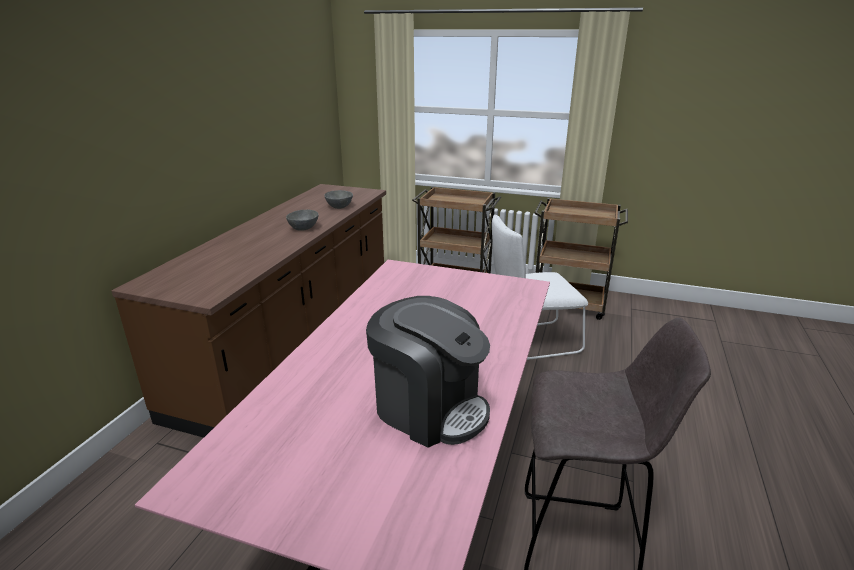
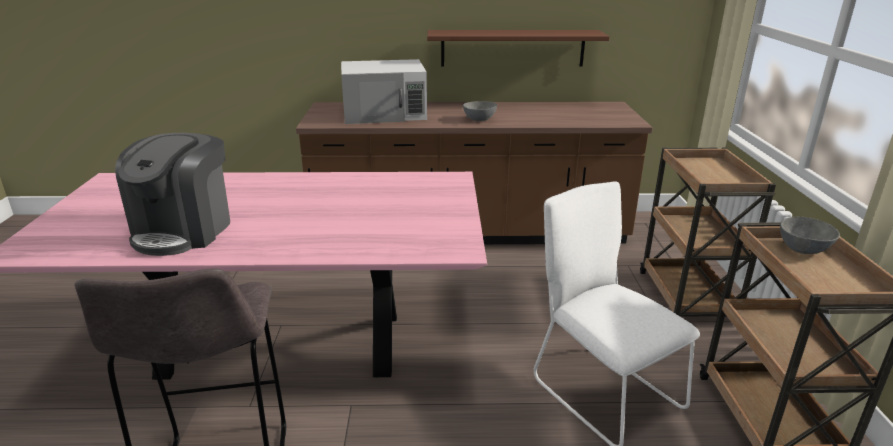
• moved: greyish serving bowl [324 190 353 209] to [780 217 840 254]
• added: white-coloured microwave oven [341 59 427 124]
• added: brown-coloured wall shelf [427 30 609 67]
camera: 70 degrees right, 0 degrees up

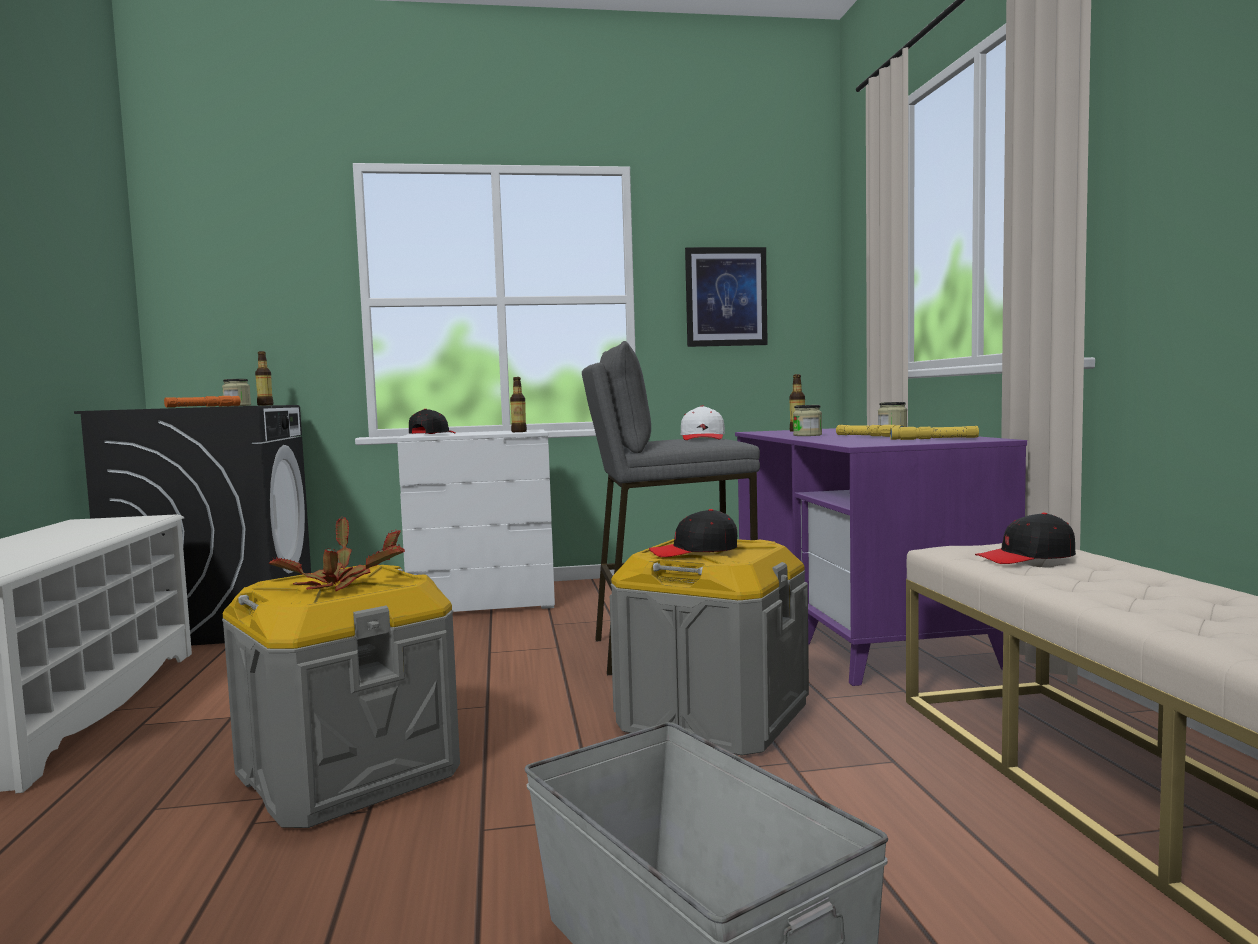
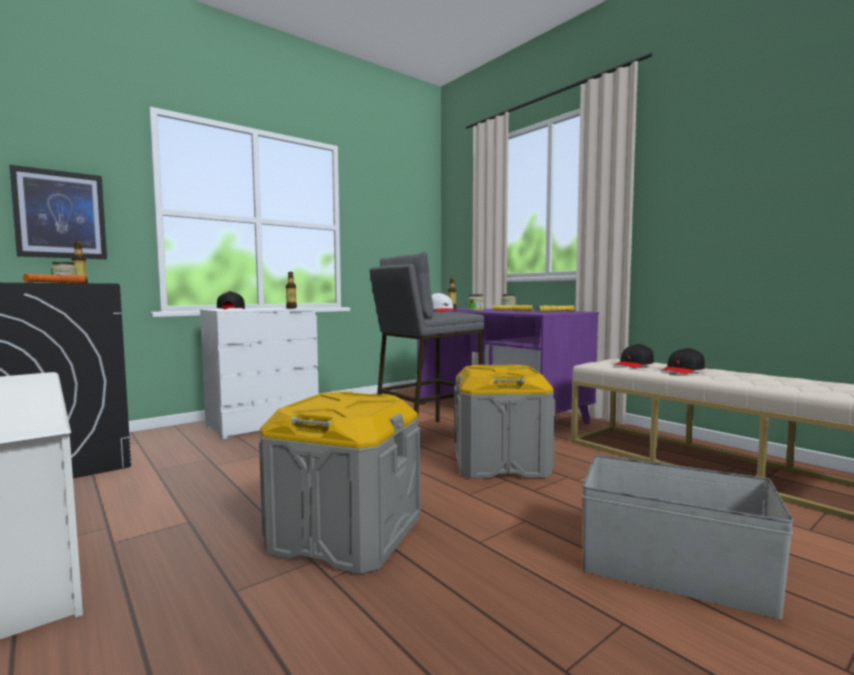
• removed: houseplant [269 517 405 591]
• moved: blackish cap [649 509 737 557] to [661 347 705 374]
• moved: picture [685 247 768 347] to [9 165 107 259]
camera: 30 degrees left, 0 degrees up

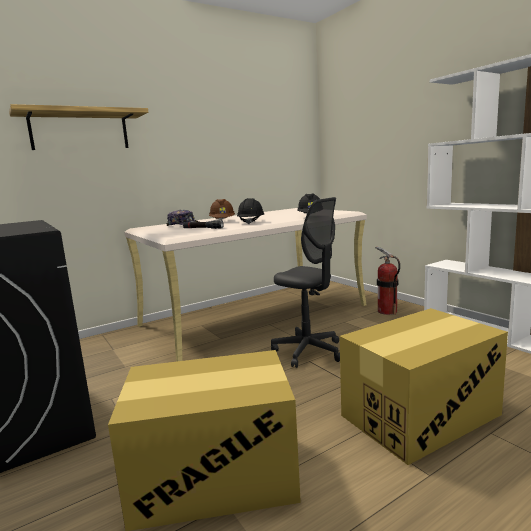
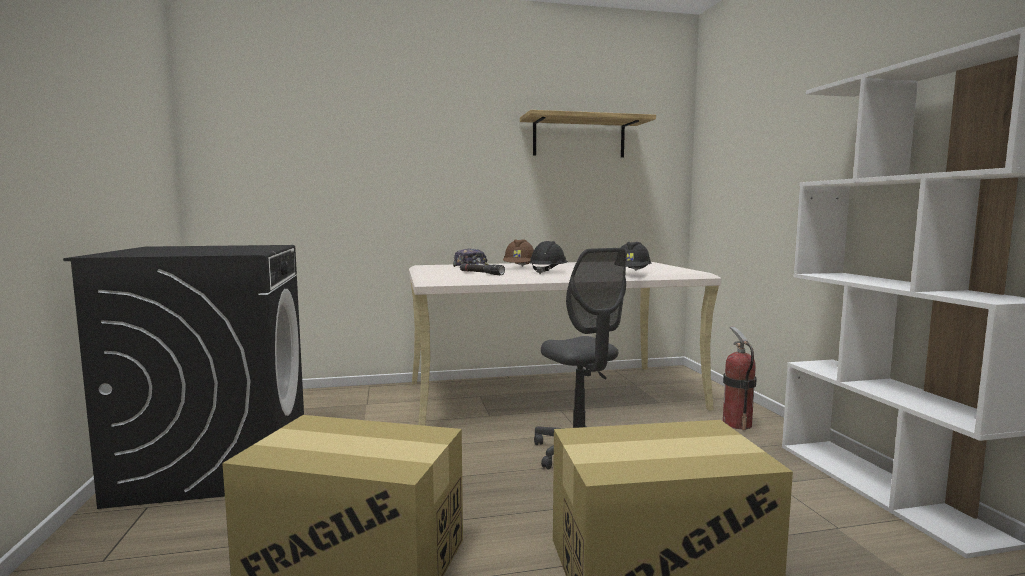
• moved: wall shelf [9 104 148 150] to [520 110 656 157]
camera: 20 degrees right, 5 degrees down

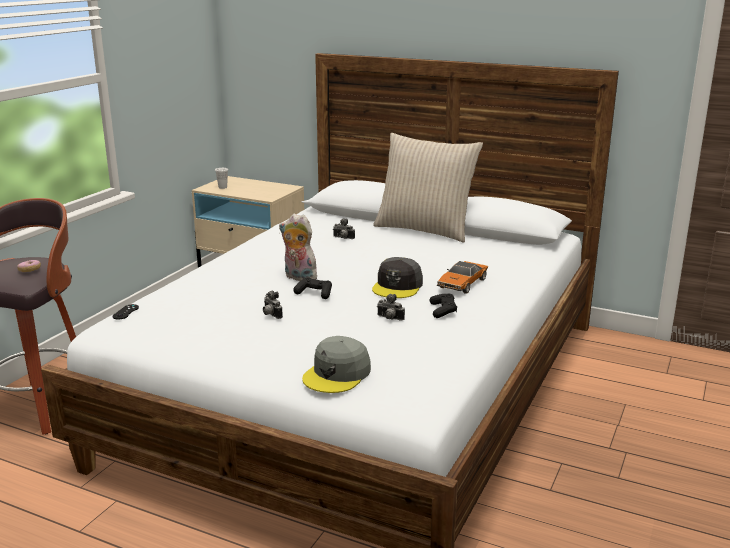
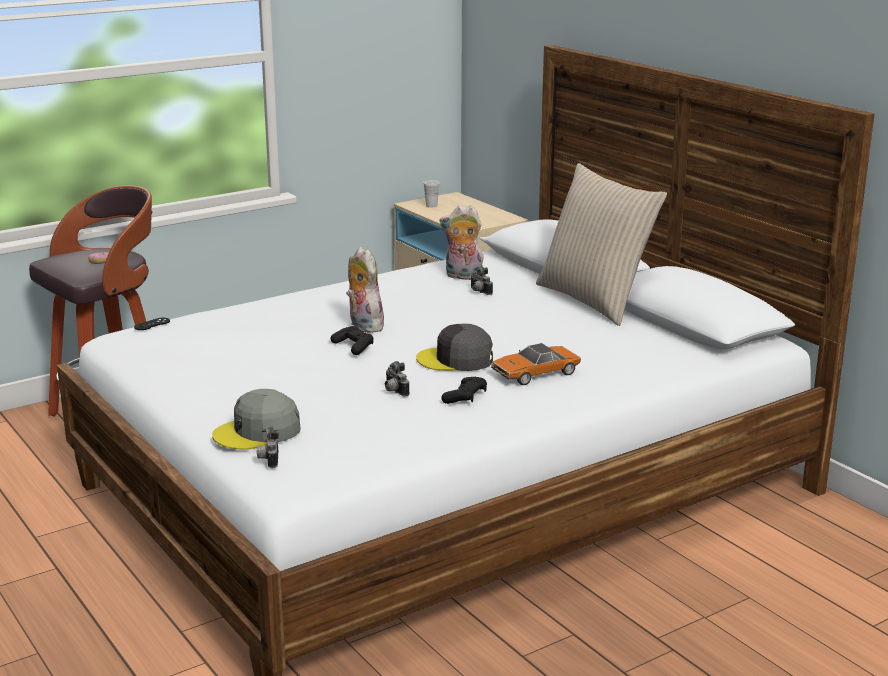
• moved: photo camera [263 291 283 319] to [257 427 279 468]
• turned: greyish cap [372 257 423 298] = [416 323 493 371] 45 degrees clockwise
• added: soft toy [440 205 483 280]
camera: 30 degrees right, 0 degrees up

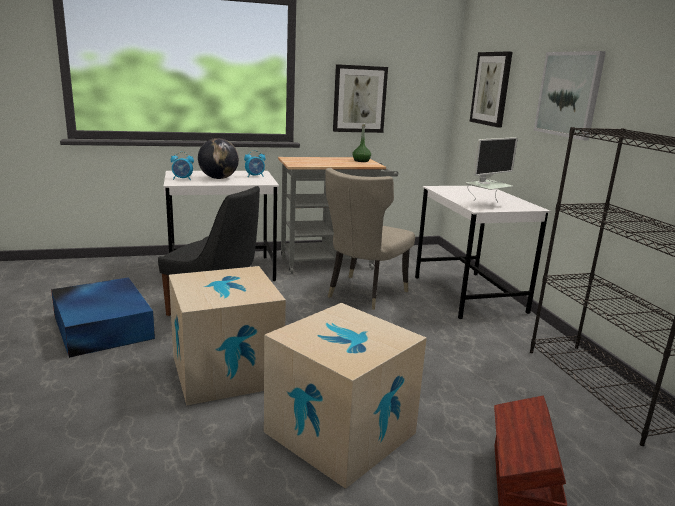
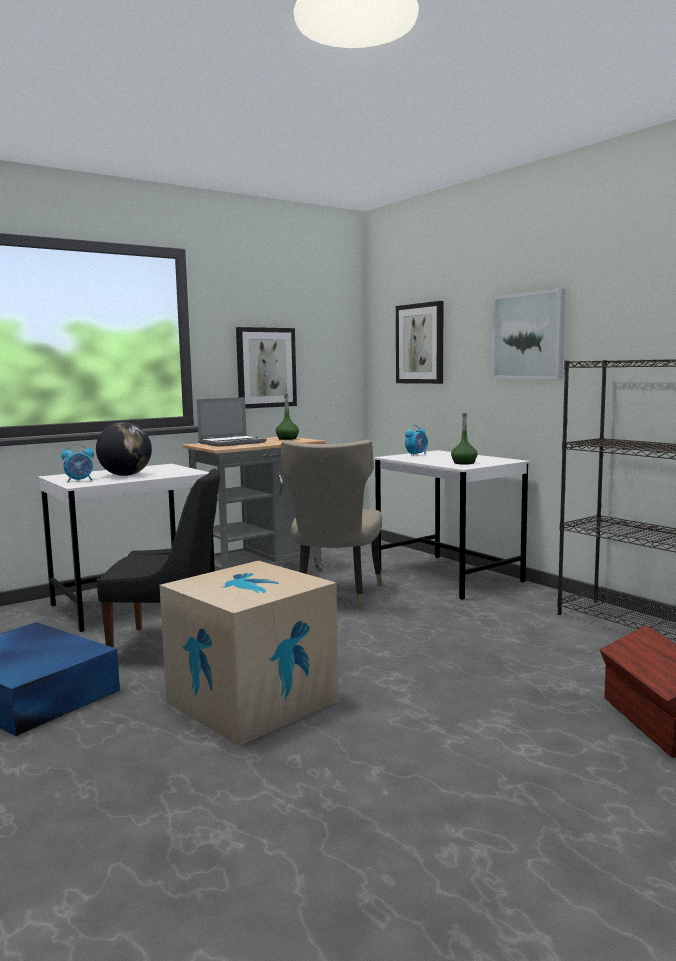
• moved: table clock [244 150 266 177] to [405 425 428 456]
• removed: packing box [264 303 427 489]
• replaced: monitor [466 137 518 202] to greenish drink bottle [451 413 478 465]
• added: notebook computer [197 397 266 447]
camera: 20 degrees left, 10 degrees down

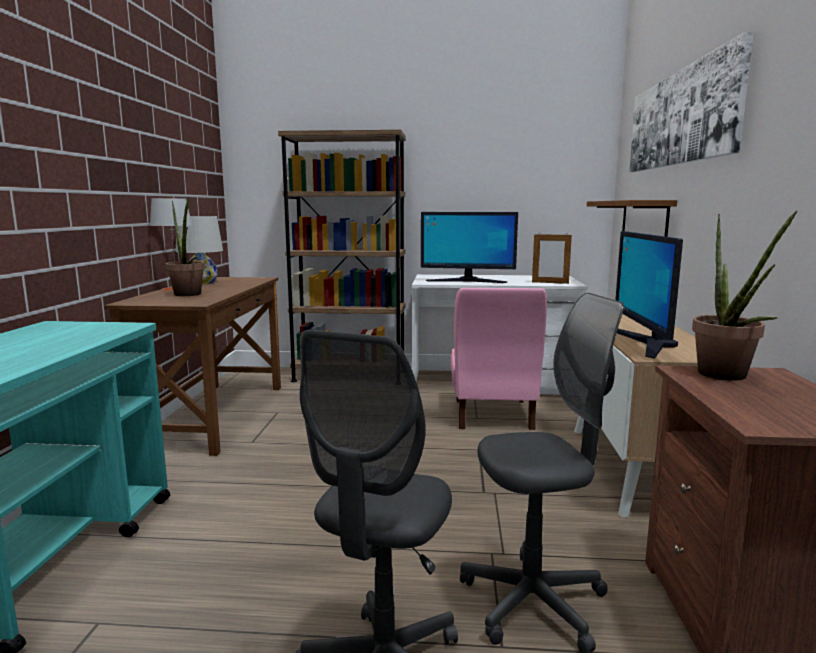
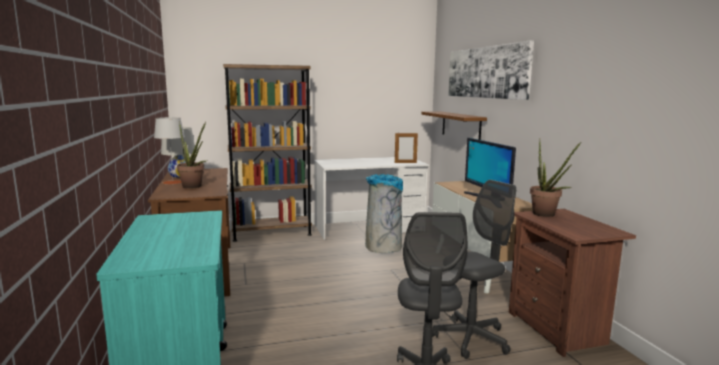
• removed: monitor [421 212 518 283]
• replaced: pink upright chair [450 288 547 430] to greyish rubbish bin [365 174 403 253]
camera: 20 degrees left, 0 degrees up

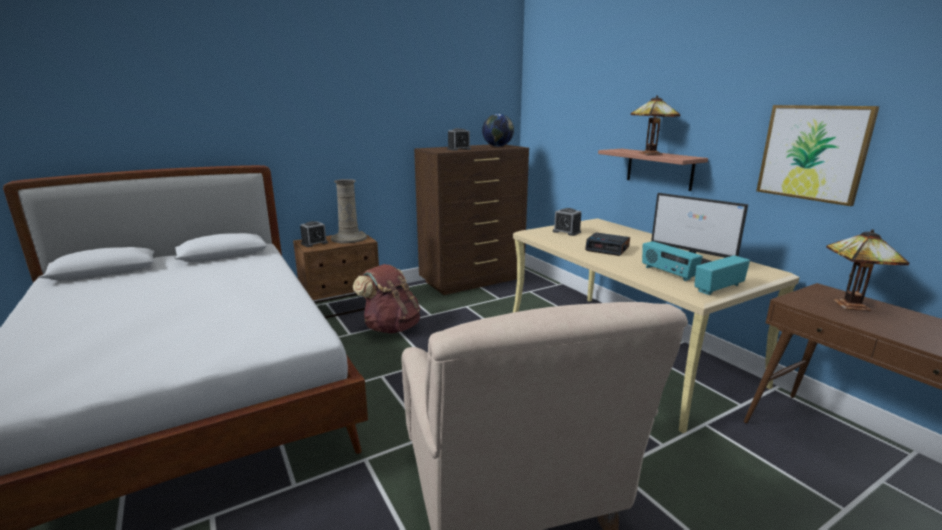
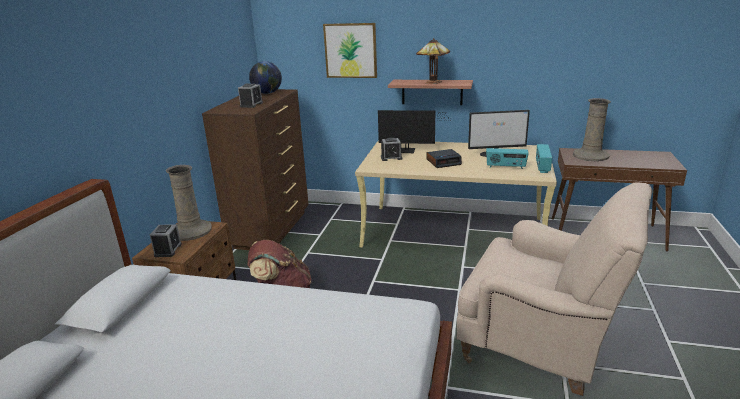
• moved: picture [756 105 880 206] to [323 23 377 78]
• replaced: table lamp [826 229 909 311] to sand-coloured vase [573 98 611 161]
• added: monitor [378 110 451 153]
camera: 45 degrees left, 5 degrees up

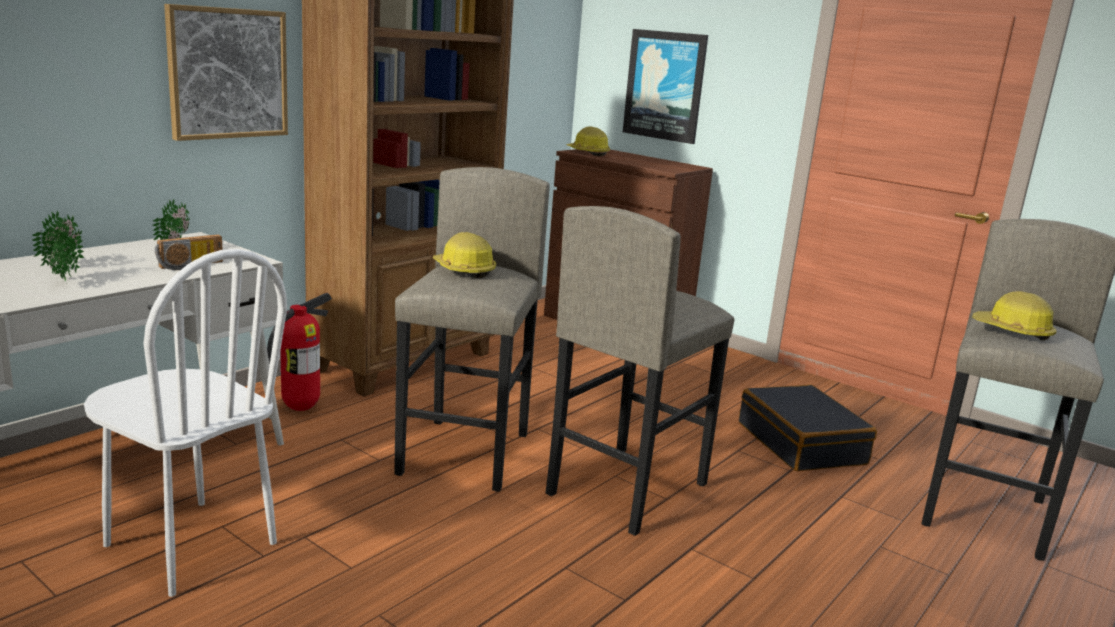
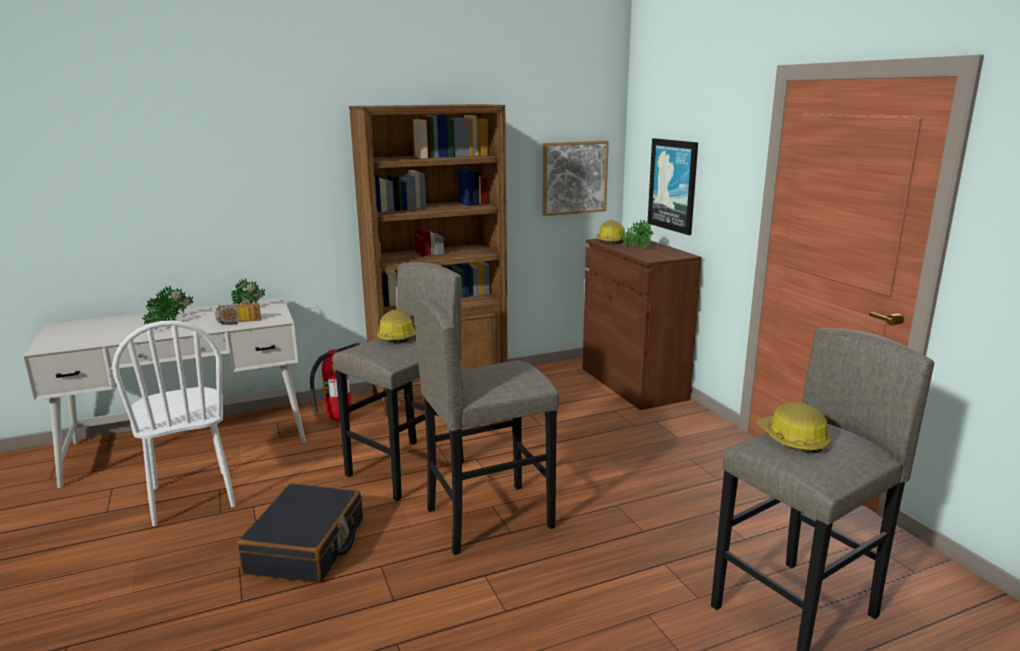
• moved: picture [164 4 288 141] to [543 141 609 216]
• moved: blackish travel case [739 384 877 471] to [237 483 363 583]
• added: houseplant [620 220 653 249]
camera: 30 degrees right, 0 degrees up

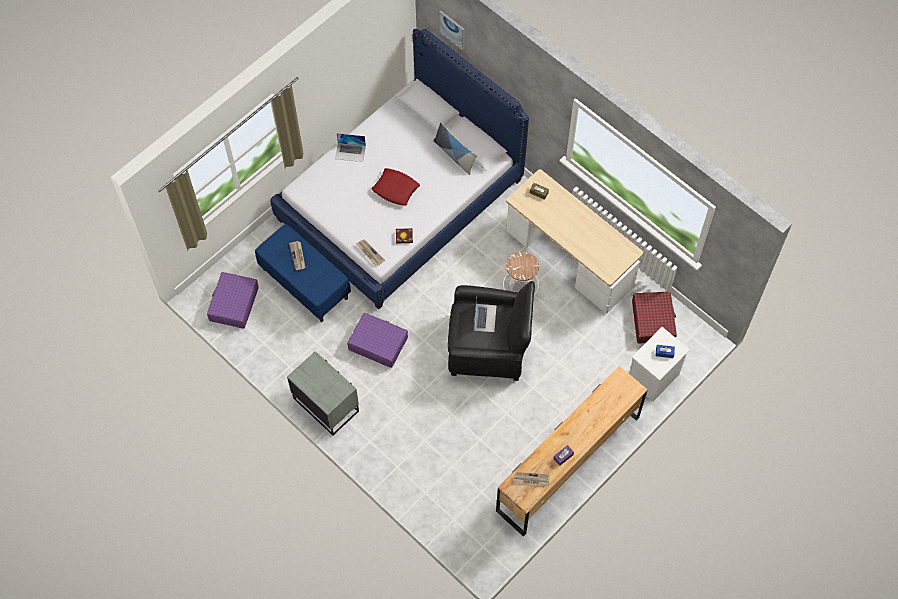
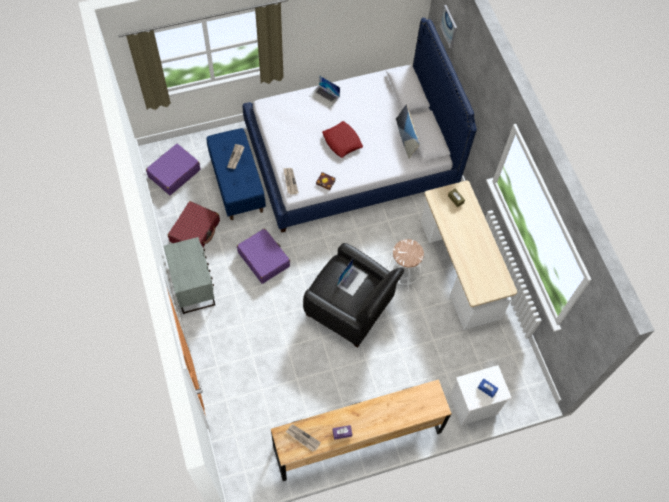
• moved: red-coloured travel case [632 291 677 344] to [168 201 220 247]
camera: 25 degrees right, 0 degrees up

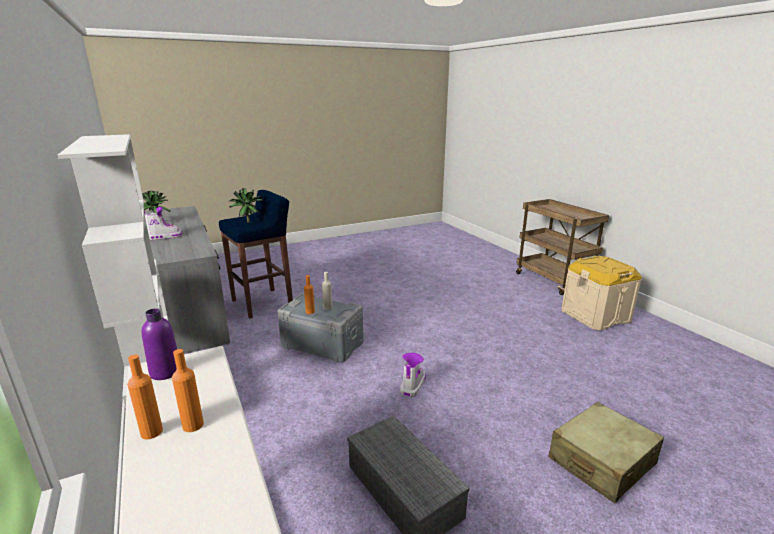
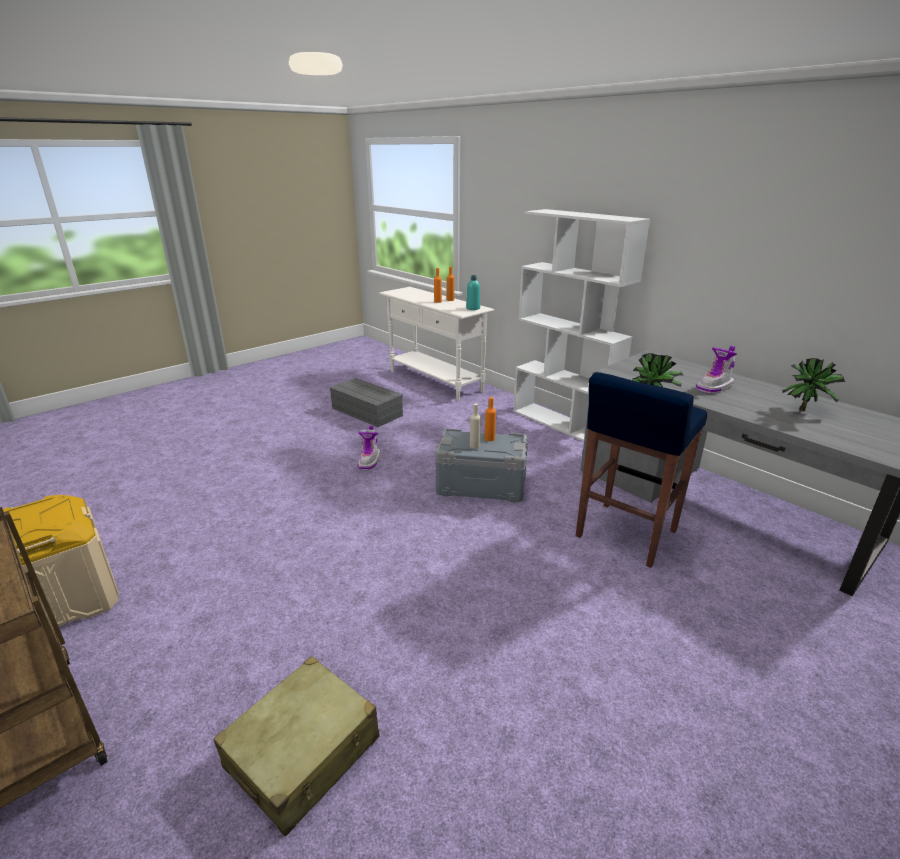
• recoloured: purple drink bottle [142 308 177 380] to turquoise drink bottle [466 275 480 310]
• moved: sand-coloured travel case [548 402 664 503] to [213 656 379 836]
camera: 165 degrees right, 5 degrees up

